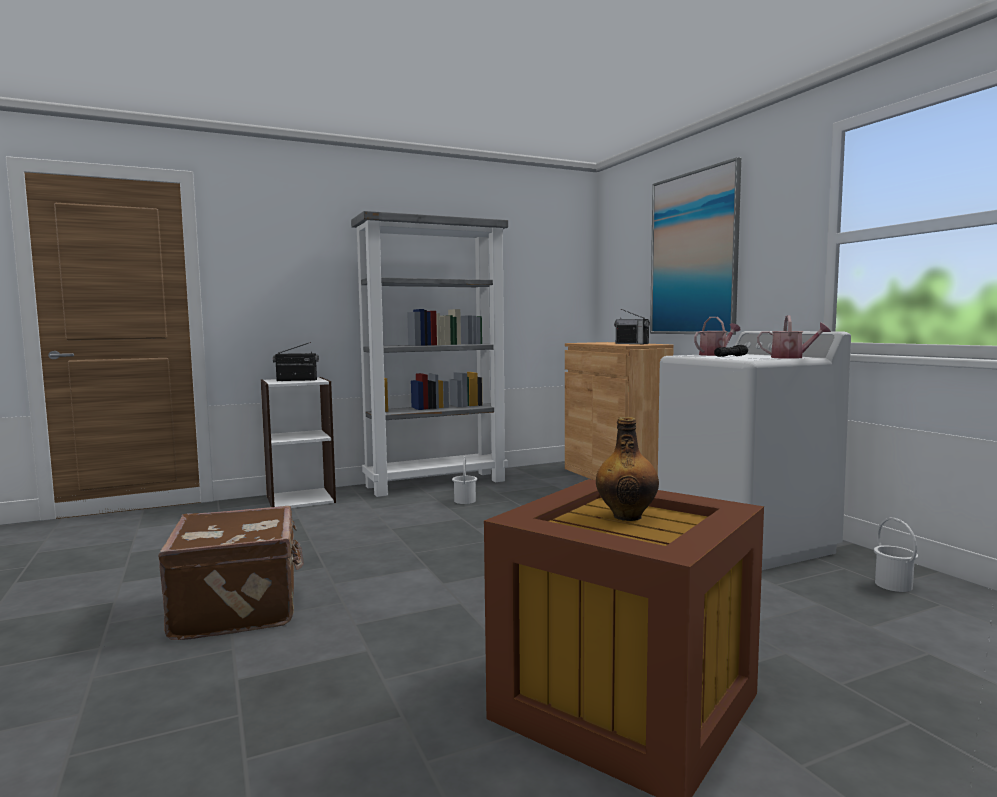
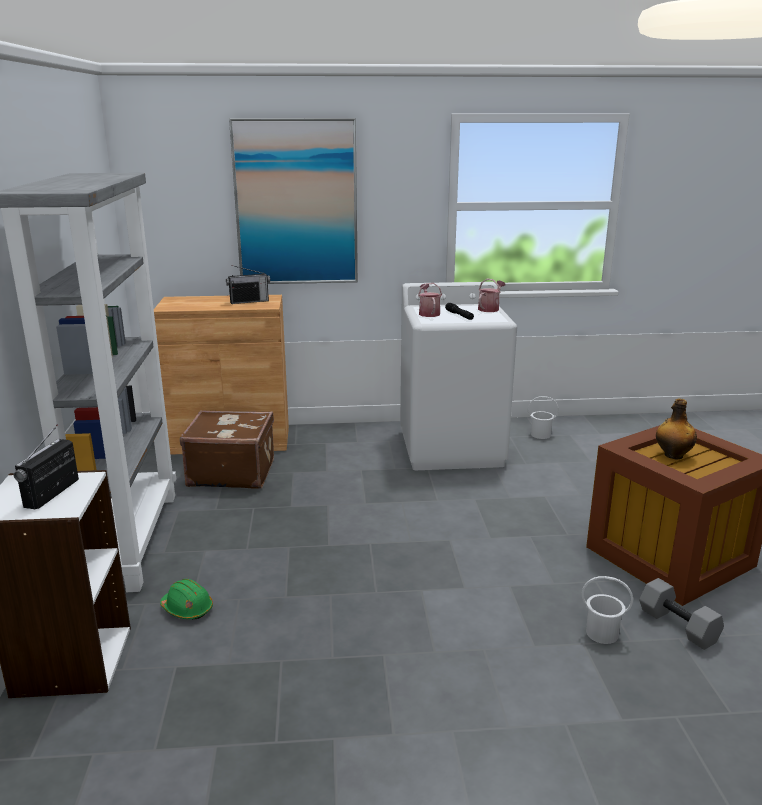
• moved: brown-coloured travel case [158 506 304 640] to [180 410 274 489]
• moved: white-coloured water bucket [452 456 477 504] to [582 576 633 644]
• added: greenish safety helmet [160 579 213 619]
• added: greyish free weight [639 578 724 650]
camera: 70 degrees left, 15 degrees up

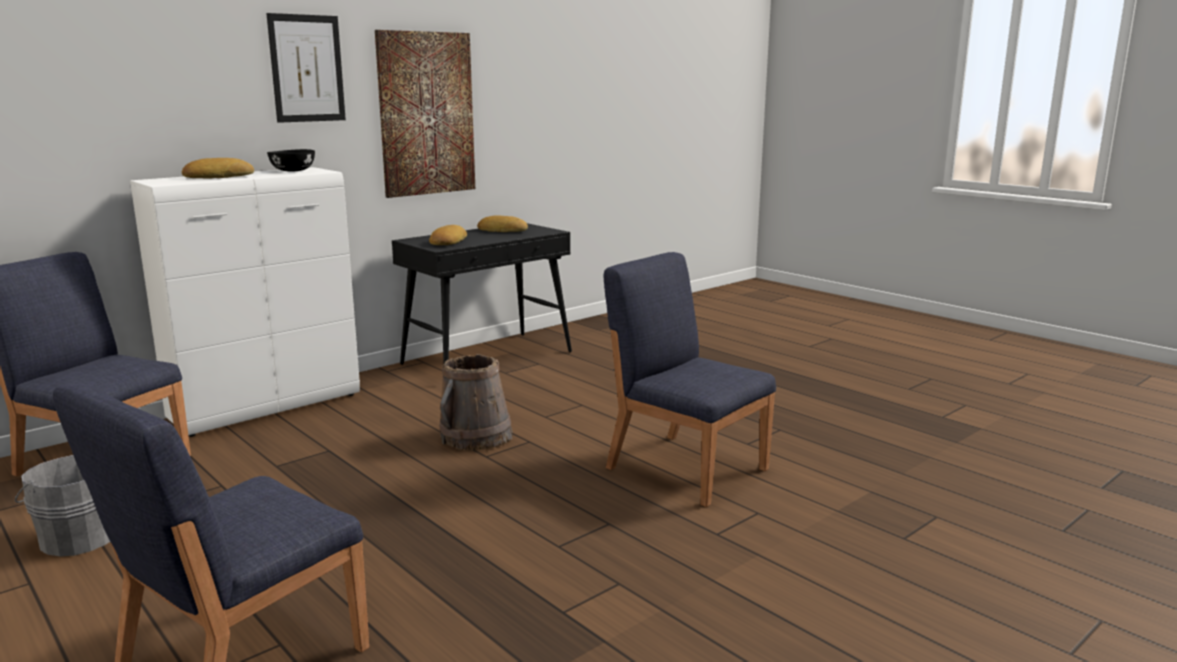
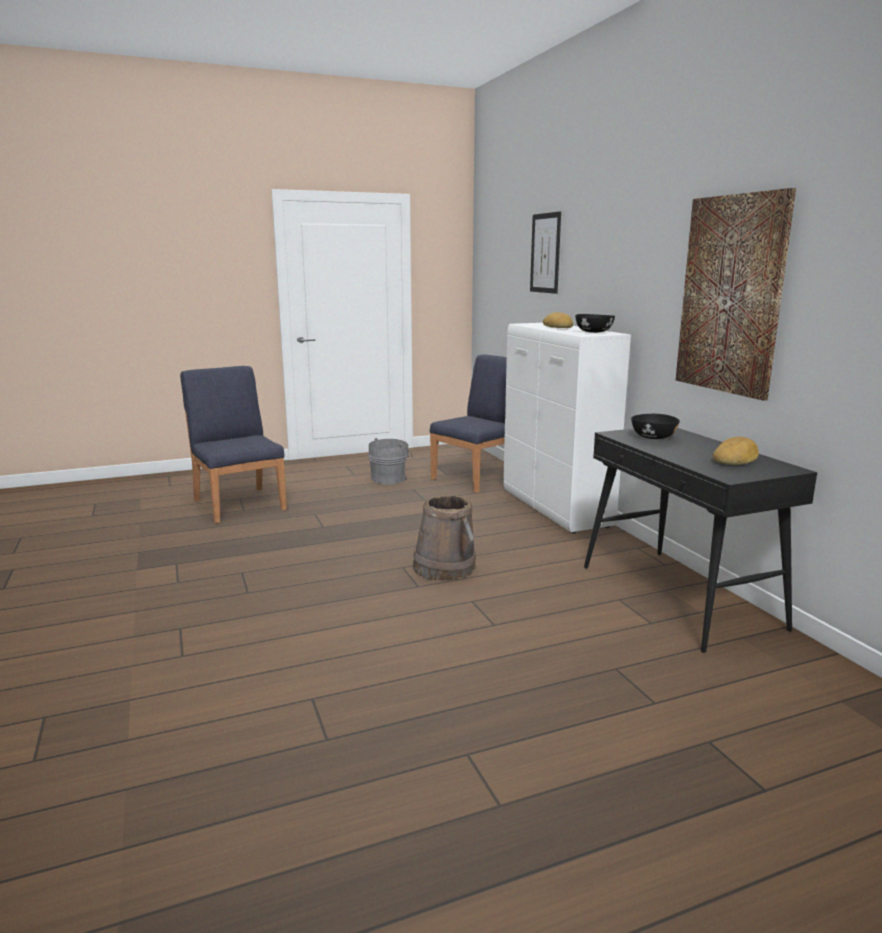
• moved: picture [266 13 346 123] to [530 211 561 294]
• replaced: bread [429 225 467 245] to blackish serving bowl [631 414 680 439]
• removed: blue upright chair [604 252 776 507]
camera: 110 degrees right, 0 degrees up

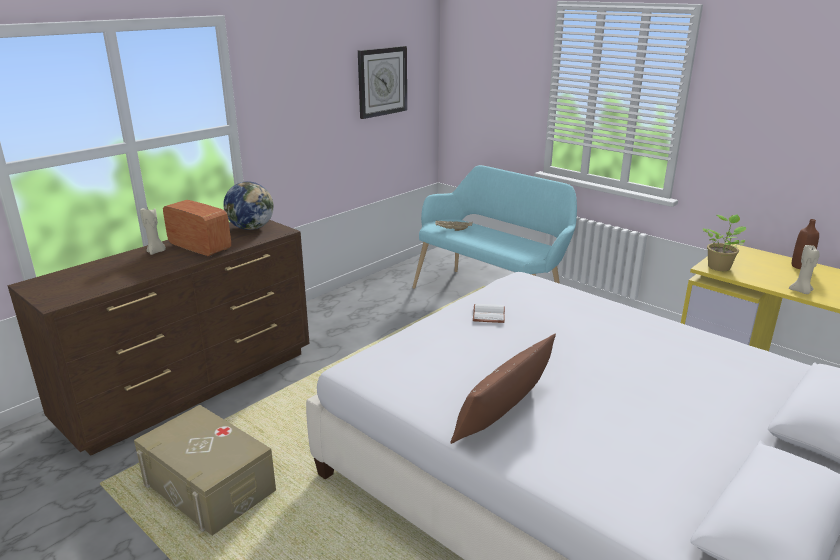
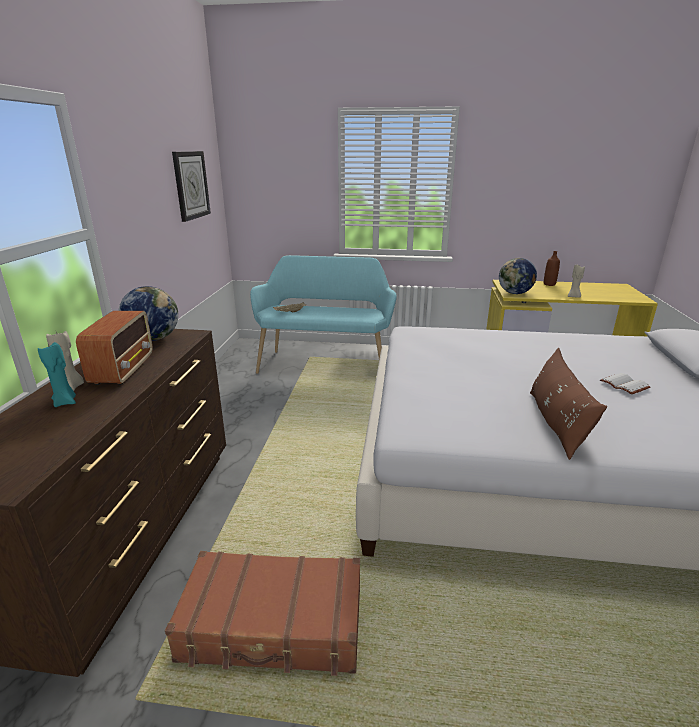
• replaced: sand-coloured storage bin [134 405 276 536] to brown-coloured travel case [165 551 360 676]
• turned: radio receiver [163 200 231 257] = [76 311 153 385] 90 degrees clockwise
• moved: white-coloured volume [473 304 505 323] to [600 373 650 395]
• replaced: houseplant [703 215 746 271] to desk globe [499 258 537 294]
• added: turquoise candle [38 342 76 407]
camera: 35 degrees left, 0 degrees up

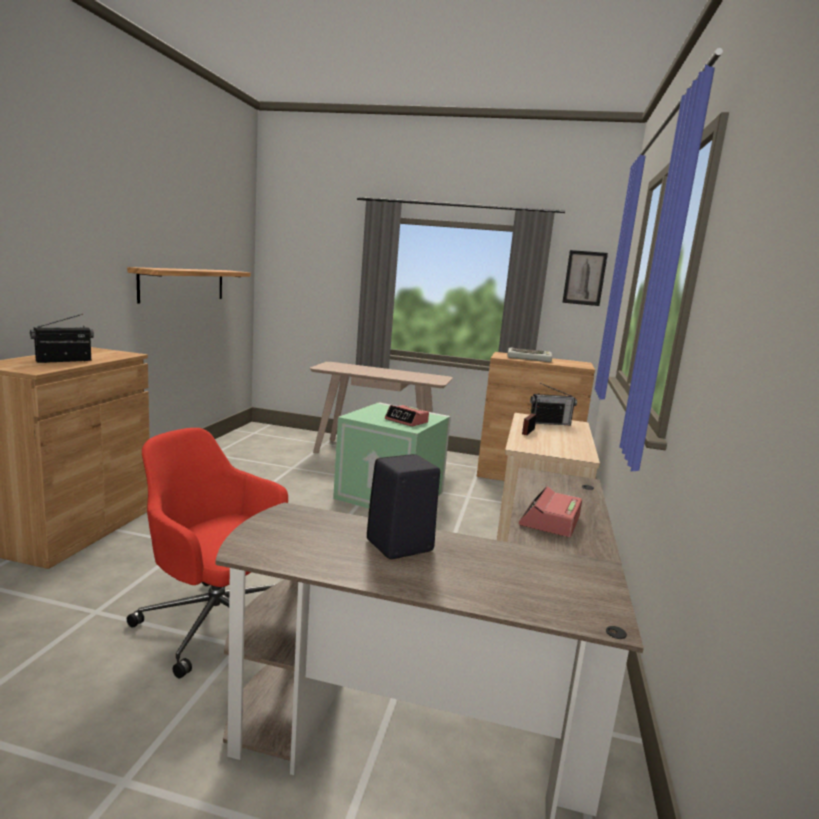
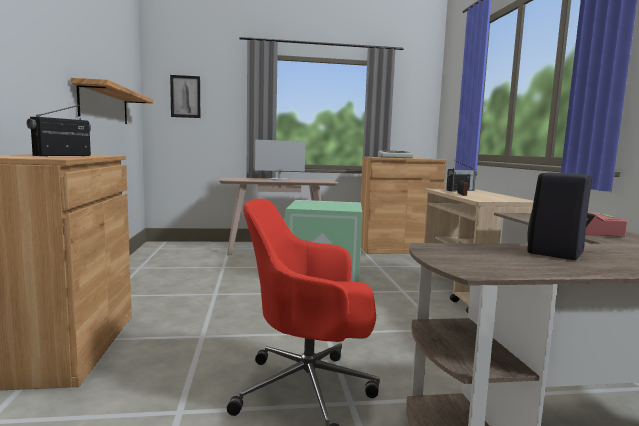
• removed: table clock [385 405 429 427]
• moved: picture [562 250 608 306] to [170 75 200 118]
• added: monitor [255 140 306 181]
camera: 20 degrees left, 5 degrees down

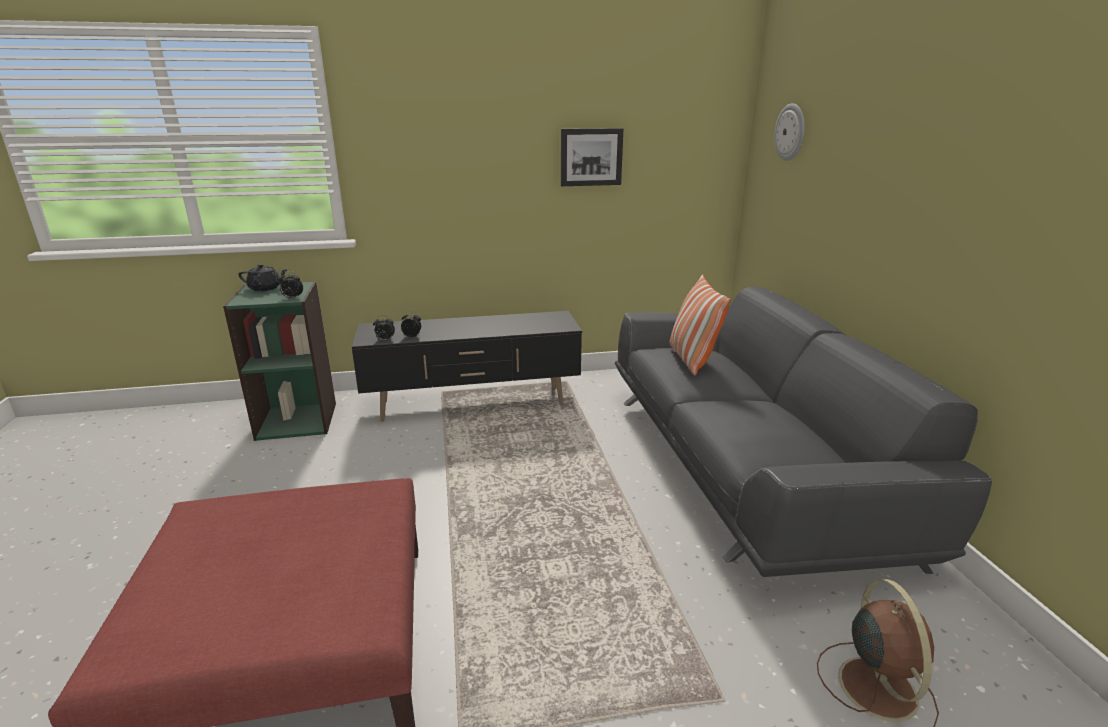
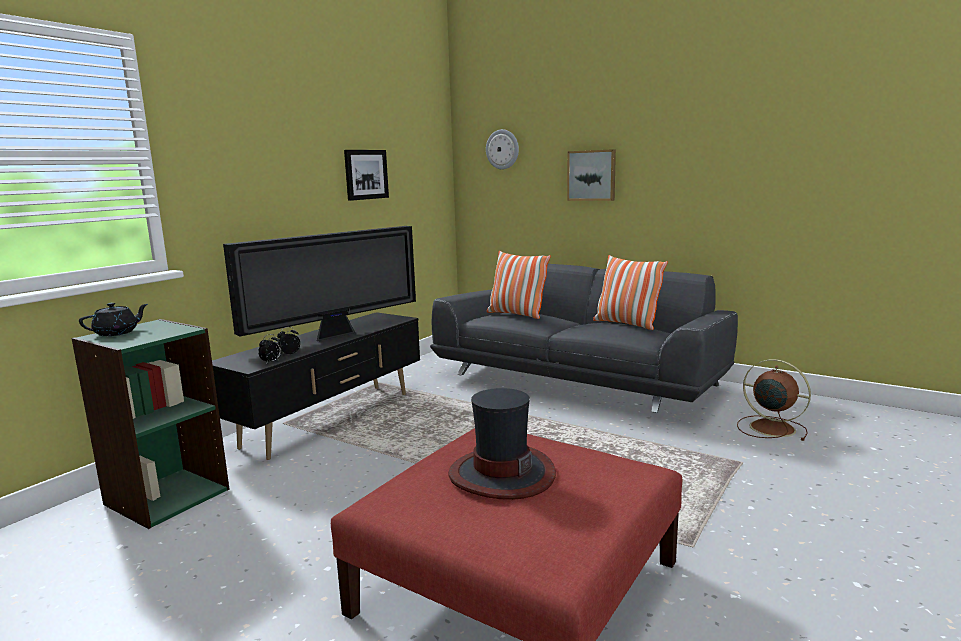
• removed: table clock [278 271 303 299]
• added: TV [223 226 416 341]
• added: hat [449 388 556 500]
• added: picture [567 149 616 201]
• added: cushion [593 255 668 330]
camera: 45 degrees left, 10 degrees down

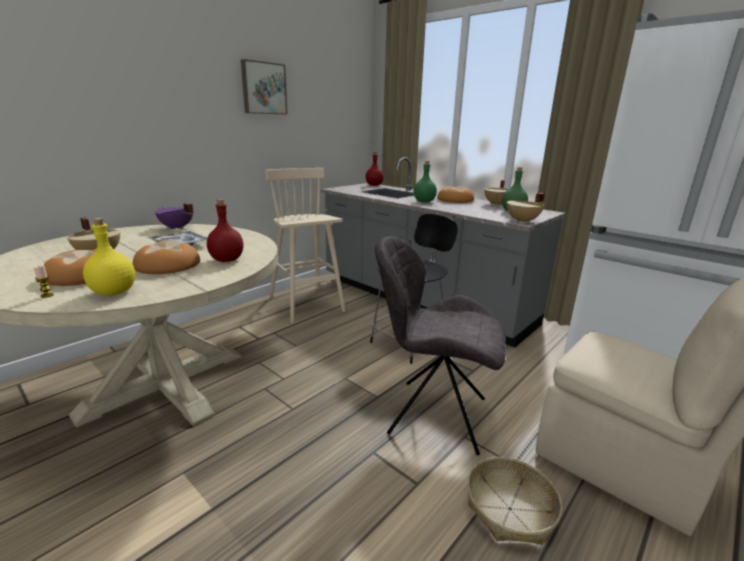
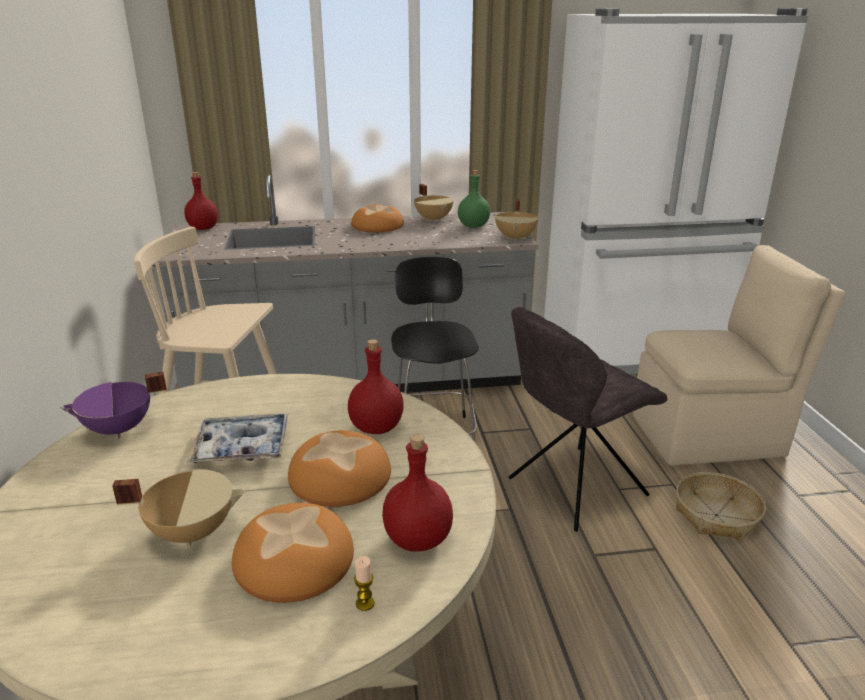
• recoloured: yellowish drink bottle [83 218 135 296] to red-coloured drink bottle [382 435 453 552]
• removed: picture [241 59 288 114]
• removed: greenish drink bottle [414 161 437 202]
camera: 50 degrees left, 5 degrees up

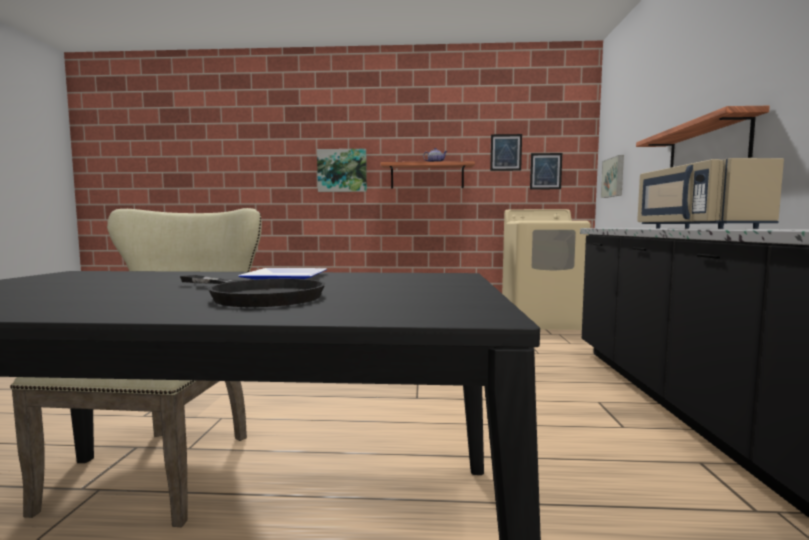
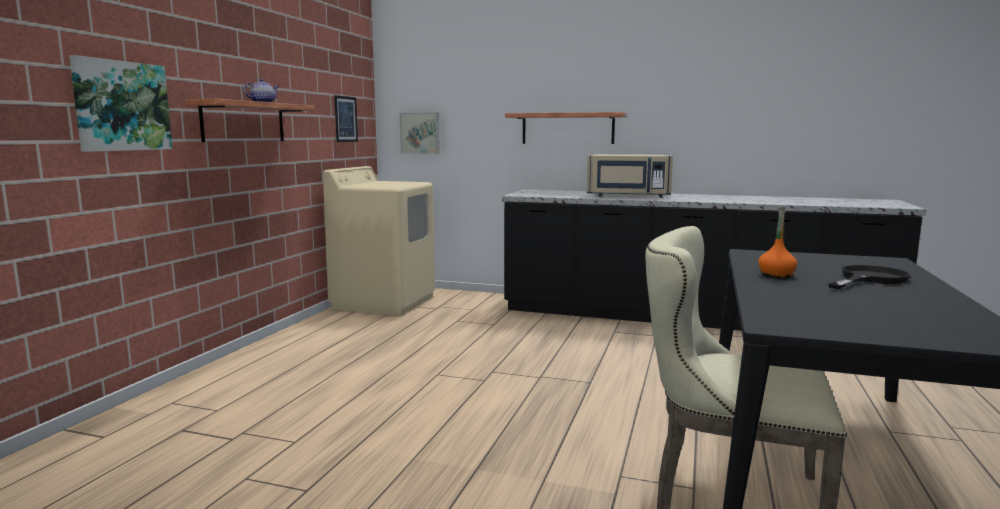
• replaced: dinner plate [238 268 327 280] to orange-coloured drink bottle [758 208 797 278]
• removed: picture [490 134 522 171]
camera: 75 degrees left, 5 degrees up

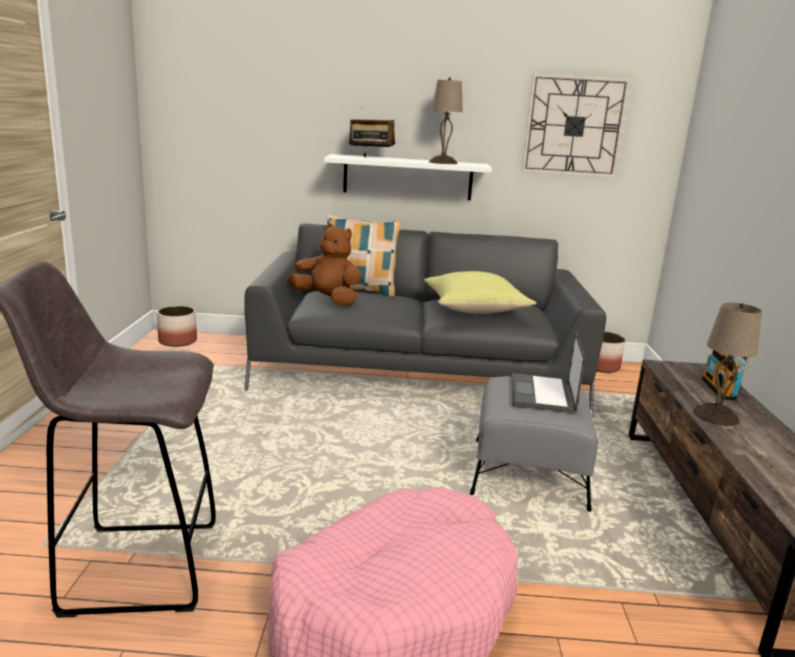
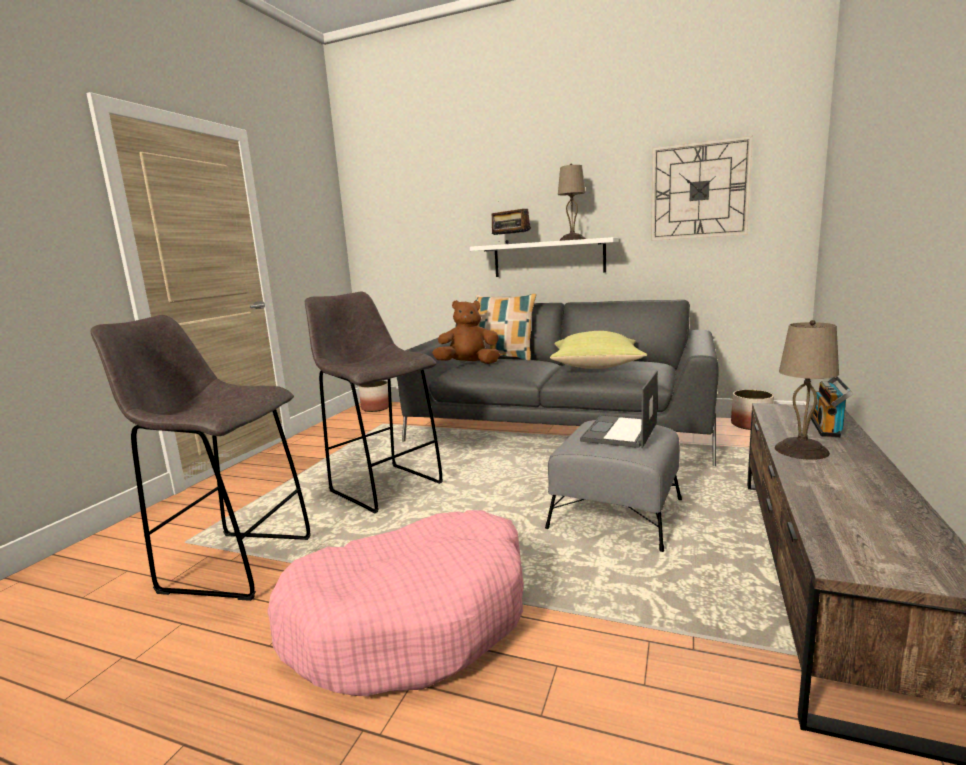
• turned: brown-coloured soft toy [288 224 361 305] = [432 300 500 364] 45 degrees counterclockwise
• added: greyish stool [305 292 443 513]
camera: 20 degrees right, 5 degrees down

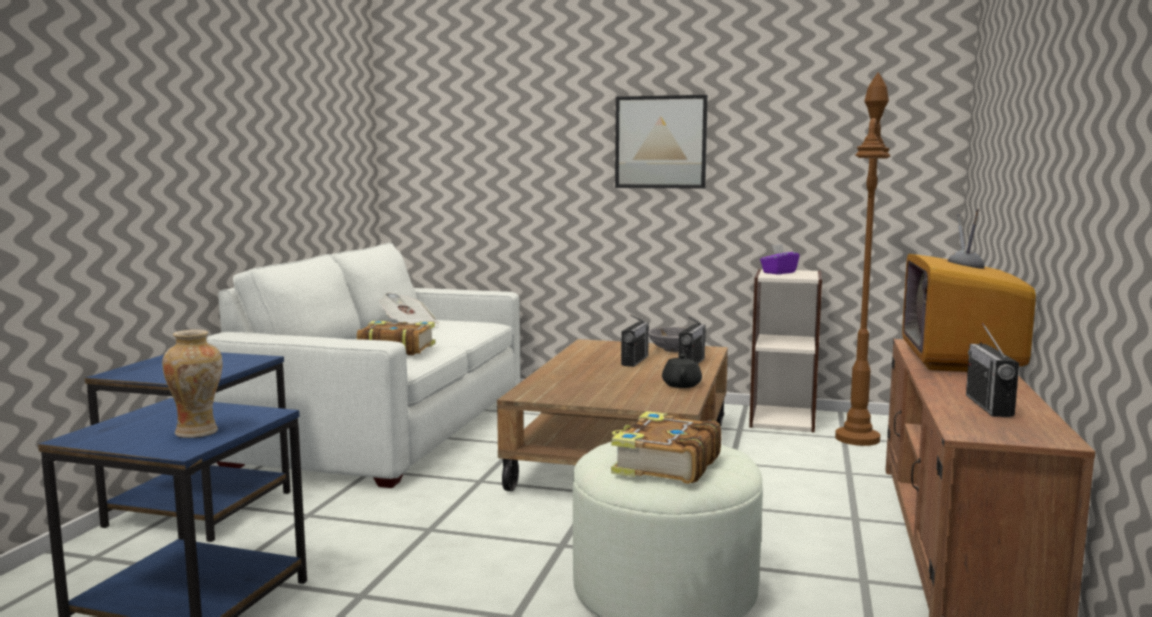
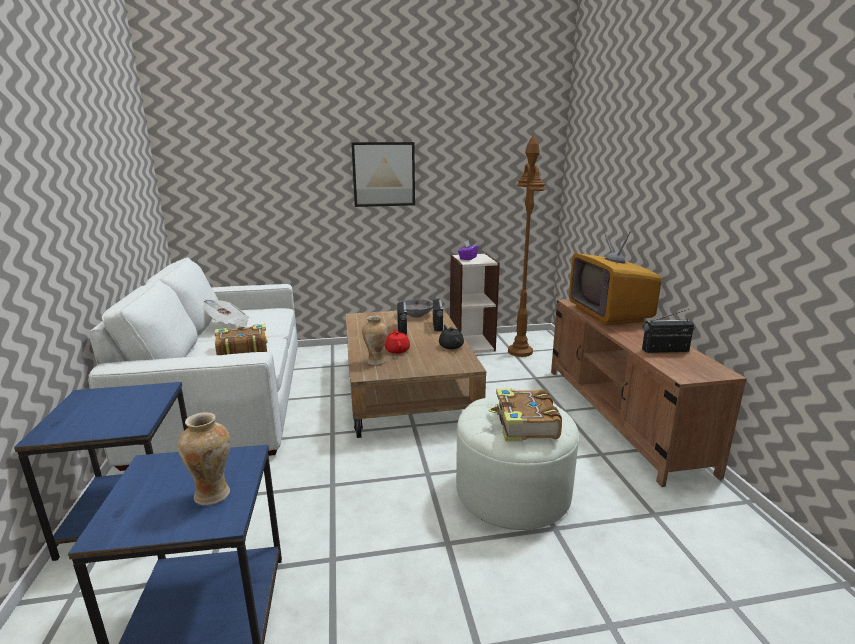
• turned: radio receiver [966 323 1019 417] = [642 309 695 353] 105 degrees clockwise
• added: vase [362 315 387 365]
• added: red-coloured tea pot [385 328 410 354]
camera: 25 degrees left, 10 degrees up

